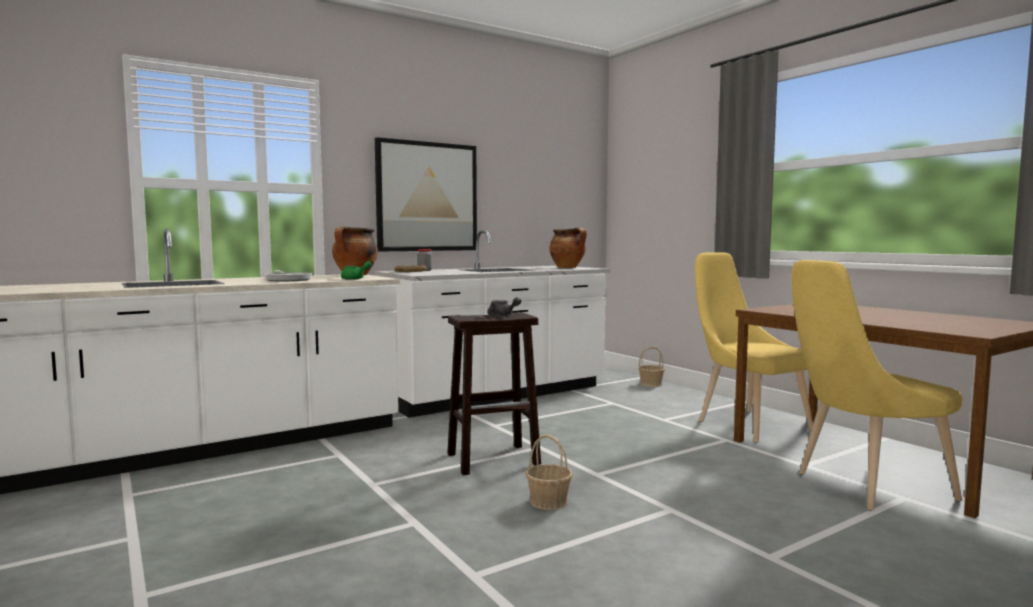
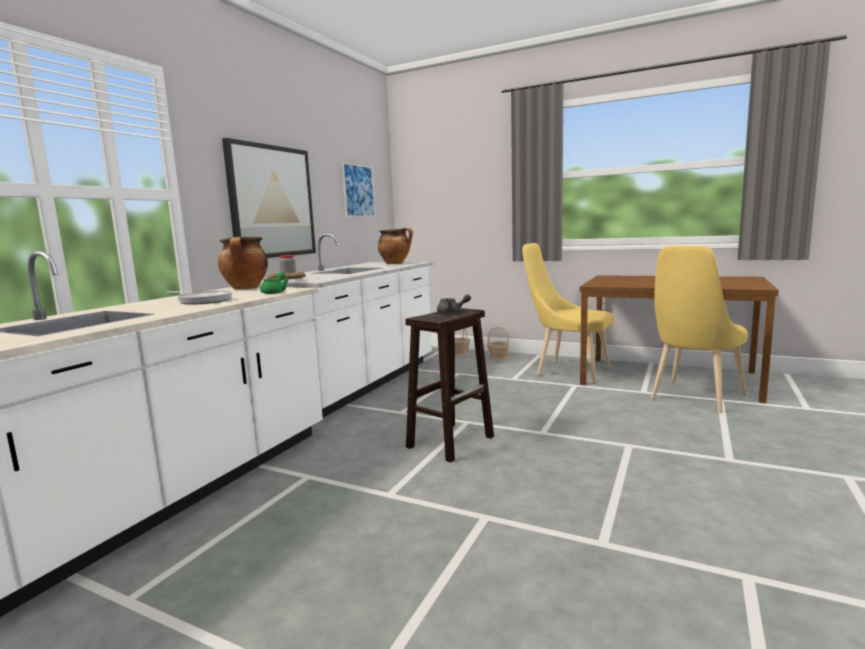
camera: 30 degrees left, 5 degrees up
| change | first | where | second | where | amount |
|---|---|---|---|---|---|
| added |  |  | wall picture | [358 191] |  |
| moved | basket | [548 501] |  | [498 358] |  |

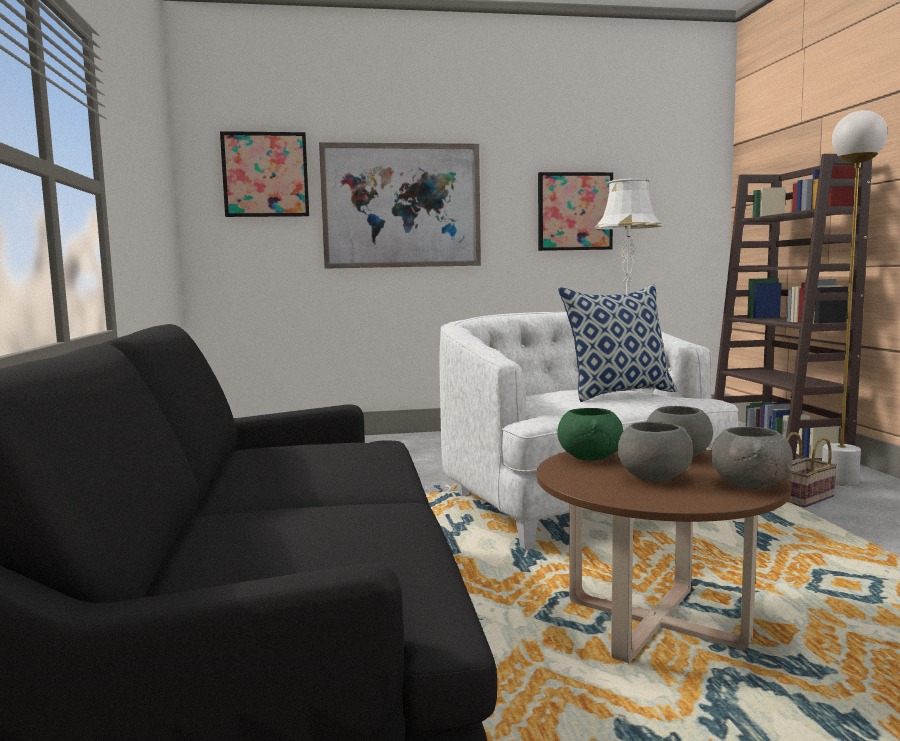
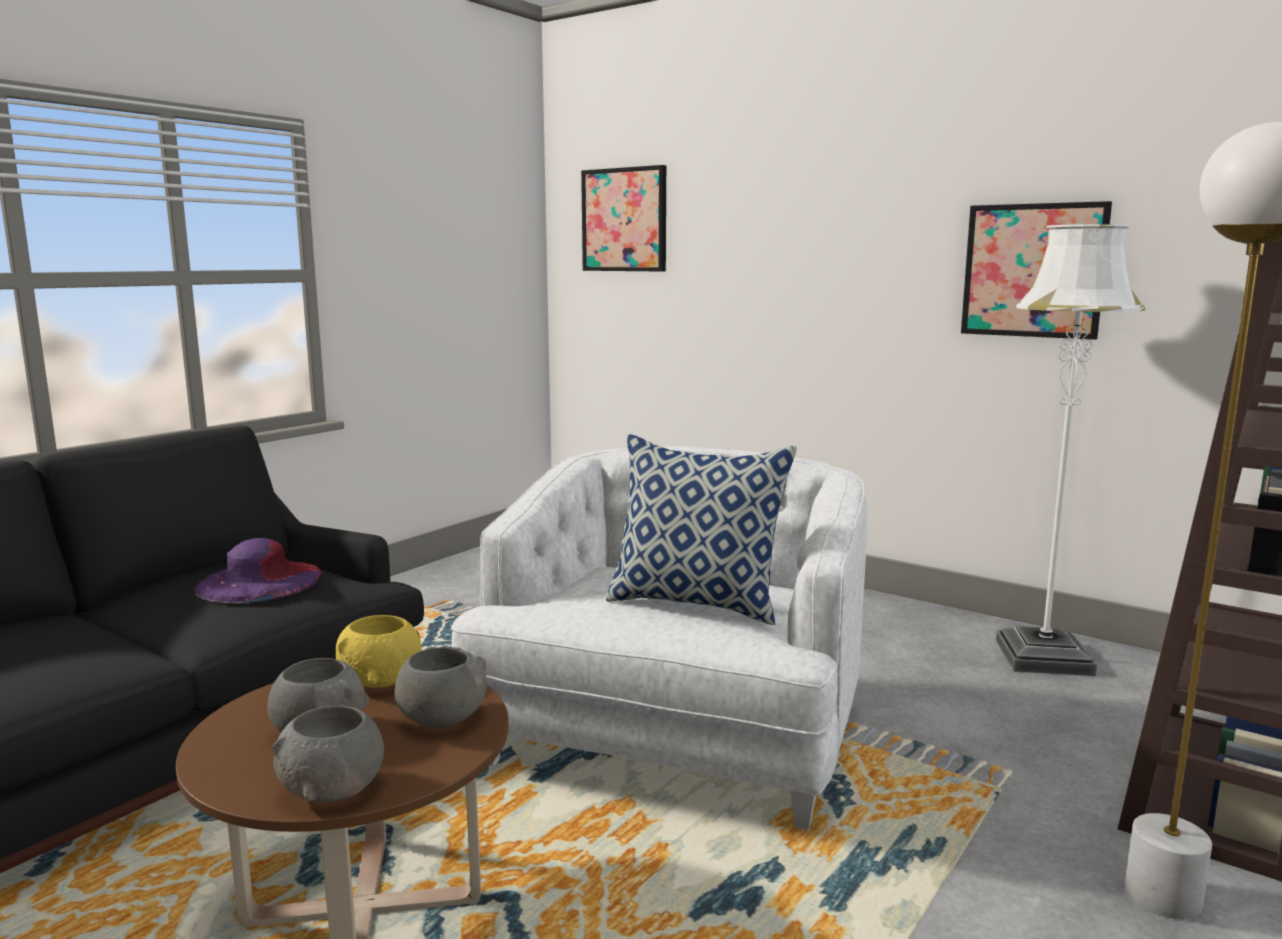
camera: 45 degrees right, 5 degrees up
| change | first | where | second | where | amount |
|---|---|---|---|---|---|
| added |  |  | purplish hat | [259 581] |  |
| recoloured | green-coloured deep dish | [590 457] | yellow deep dish | [381 681] |  |
| removed | wall picture | [402 206] |  |  |  |
| removed | basket | [804 497] |  |  |  |

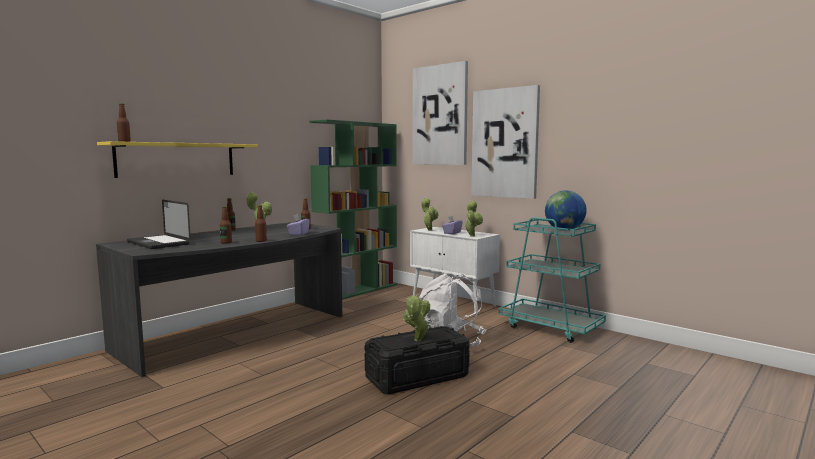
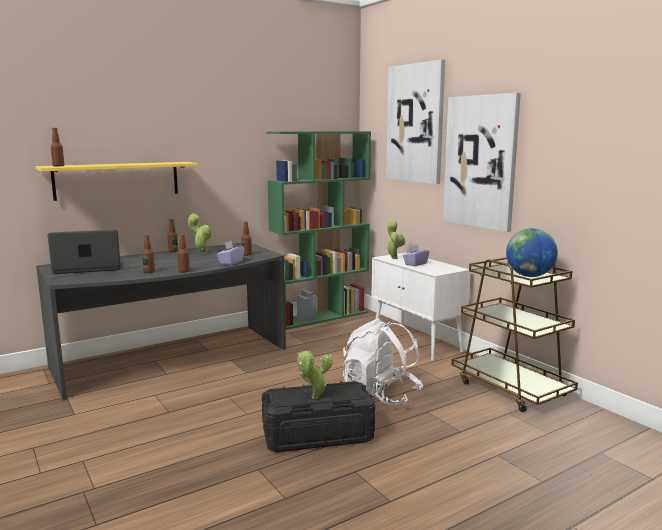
camera: 15 degrees right, 5 degrees up
| change | first | where | second | where | amount |
|---|---|---|---|---|---|
| turned | portable computer | [158 243] |  | [88 268] | 105 degrees clockwise |
| recoloured | turquoise-coloured trolley | [550 328] | brown-coloured trolley | [510 388] |  |
| removed | plant in a pot | [472 236] |  |  |  |

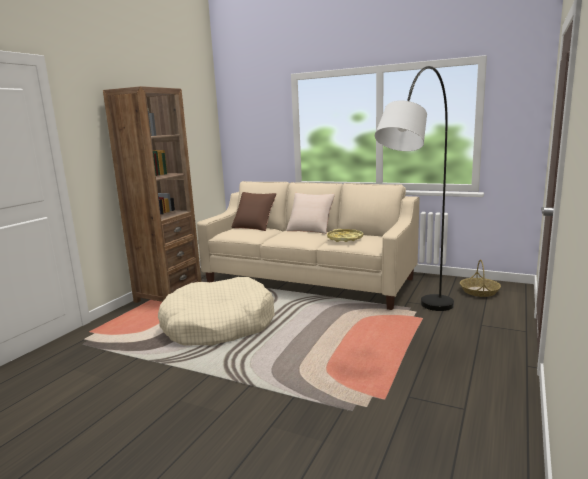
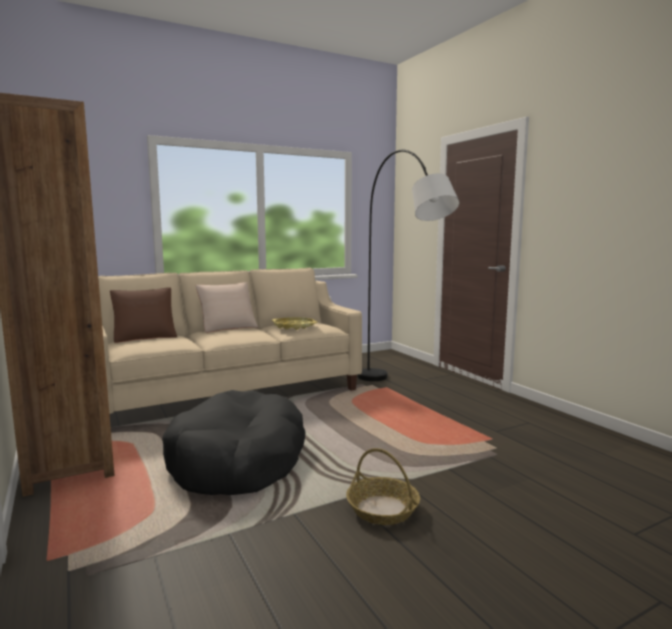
camera: 55 degrees left, 5 degrees down
| change | first | where | second | where | amount |
|---|---|---|---|---|---|
| recoloured | beige-coloured dog bed | [218 325] | black-coloured dog bed | [238 460] |  |
| moved | basket | [479 291] |  | [383 509] |  |

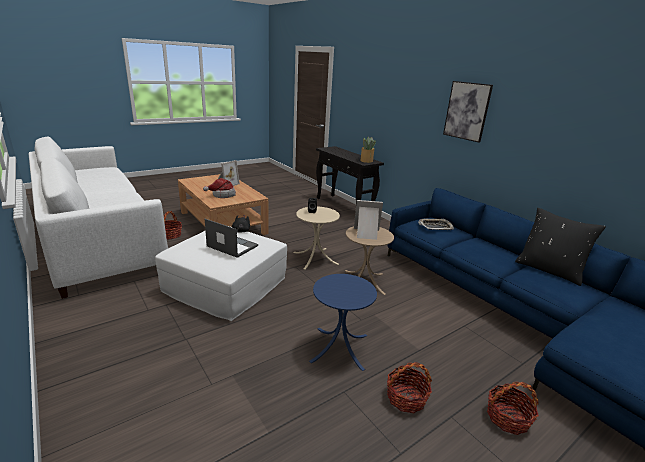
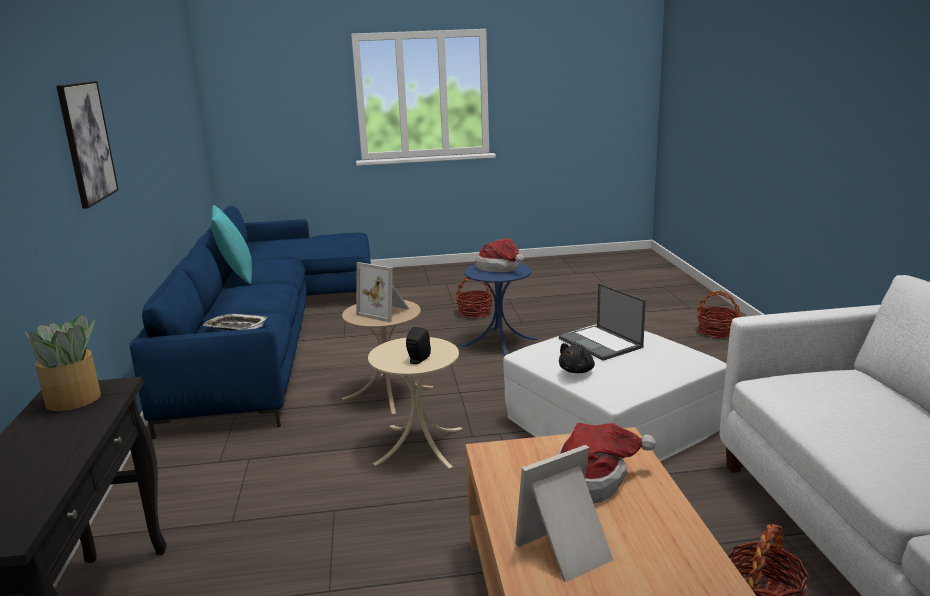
camera: 150 degrees left, 5 degrees down
| change | first | where | second | where | amount |
|---|---|---|---|---|---|
| recoloured | black-coloured pillow | [549 270] | turquoise-coloured pillow | [236 276] |  |
| added |  |  | hat | [501 268] |  |
| moved | basket | [507 418] |  | [717 332] |  |

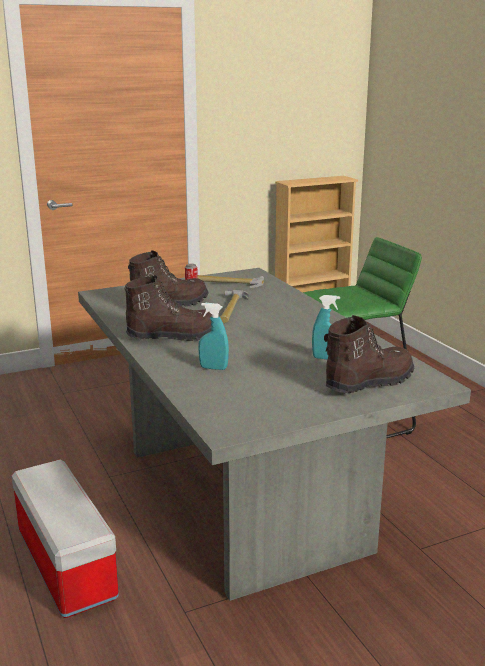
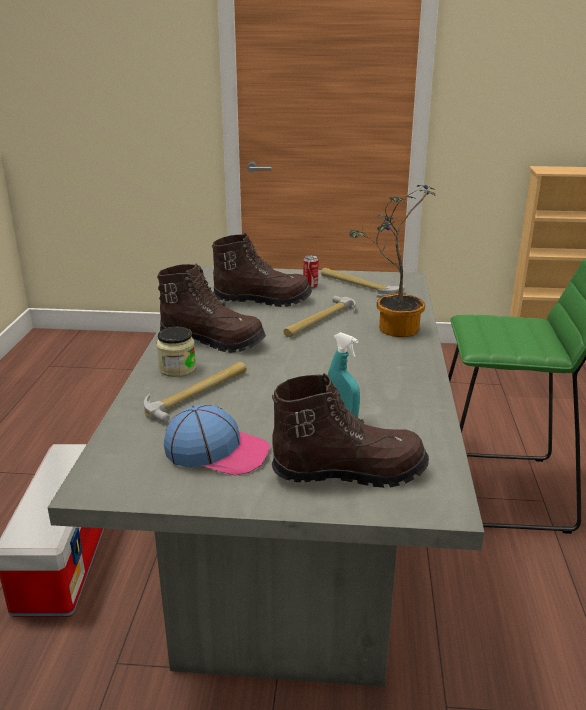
camera: 30 degrees right, 5 degrees up
| change | first | where | second | where | amount |
|---|---|---|---|---|---|
| replaced | turquoise-coloured hand sprayer | [213 368] | tool hammer | [198 394] |  |
| added |  |  | storage jar | [177 369] |  |
| added |  |  | baseball cap | [217 451] |  |
| added |  |  | plant in a pot | [392 328] |  |

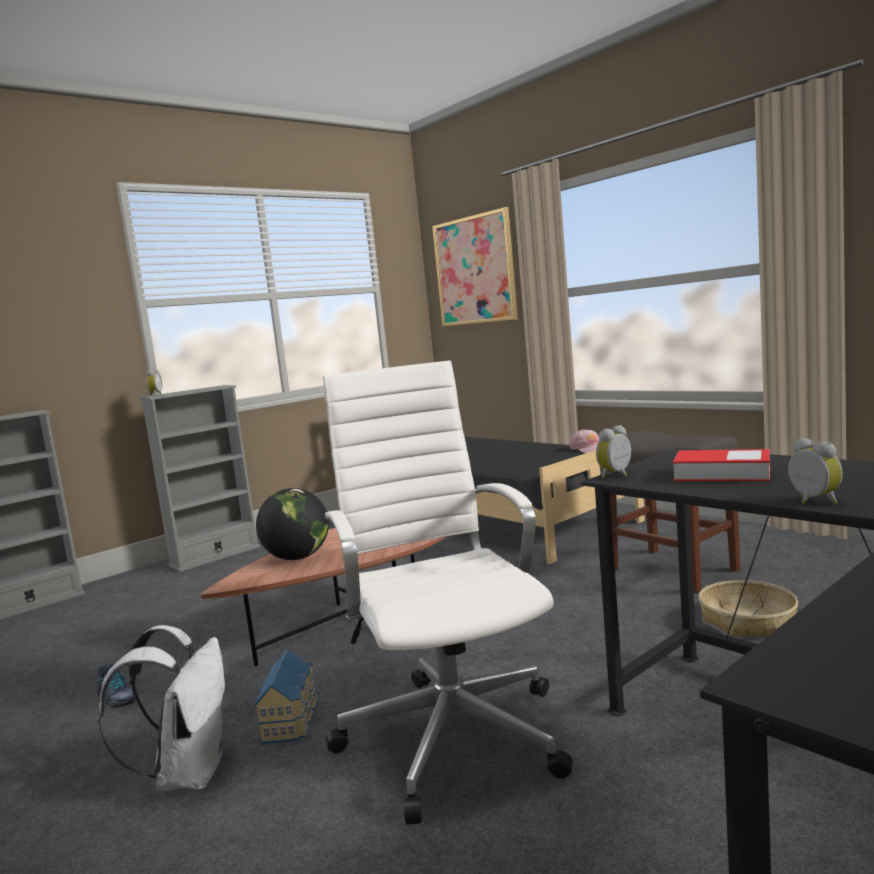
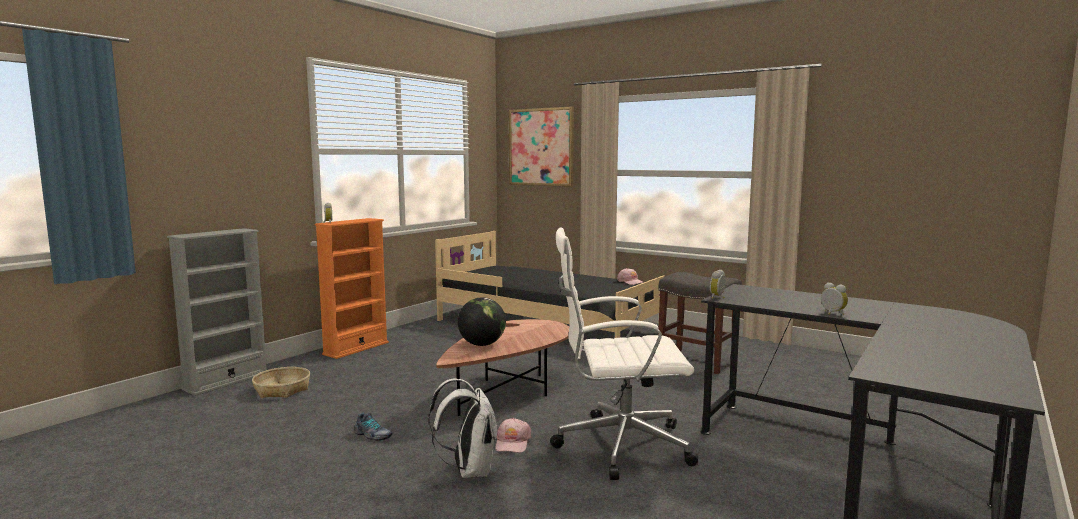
camera: 15 degrees left, 0 degrees up
| change | first | where | second | where | amount |
|---|---|---|---|---|---|
| moved | basket | [747 620] |  | [282 389] |  |
| recoloured | greyish bookshelf | [215 556] | orangey bookshelf | [356 348] |  |
| replaced | miniature house | [292 719] | pinkish baseball cap | [512 442] |  |
| turned | white desk chair | [452 733] |  | [619 445] | 60 degrees counterclockwise |
| removed | bound book | [722 474] |  |  |  |

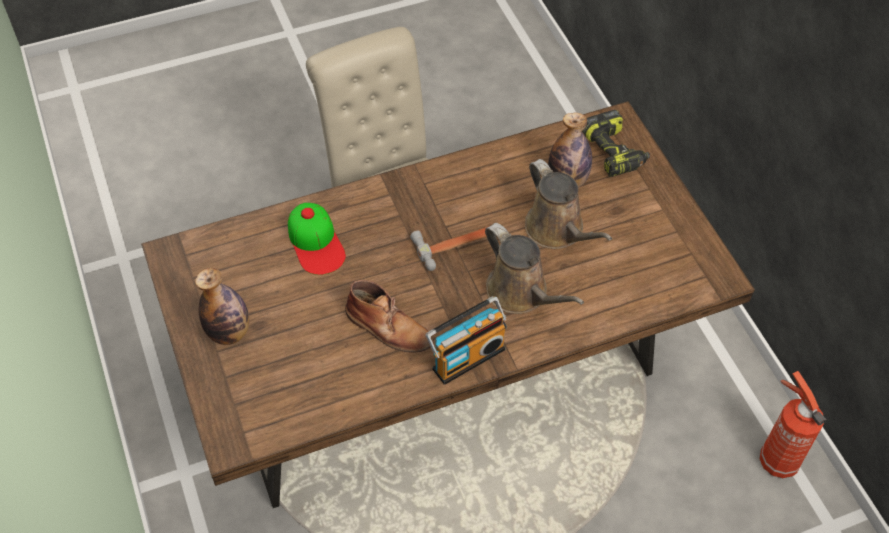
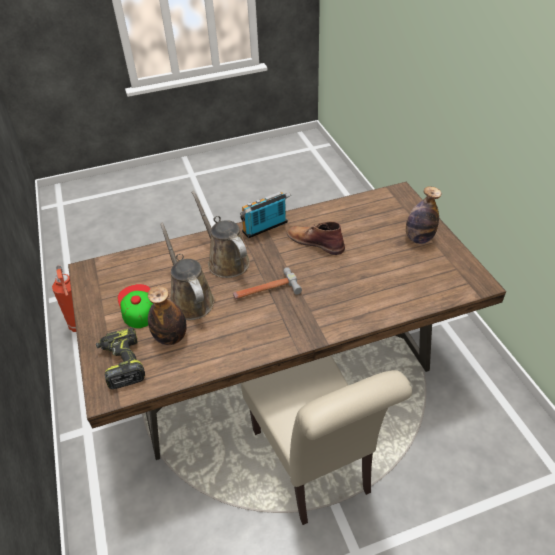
camera: 175 degrees left, 10 degrees down
| change | first | where | second | where | amount |
|---|---|---|---|---|---|
| moved | baseball cap | [316 242] |  | [137 305] |  |

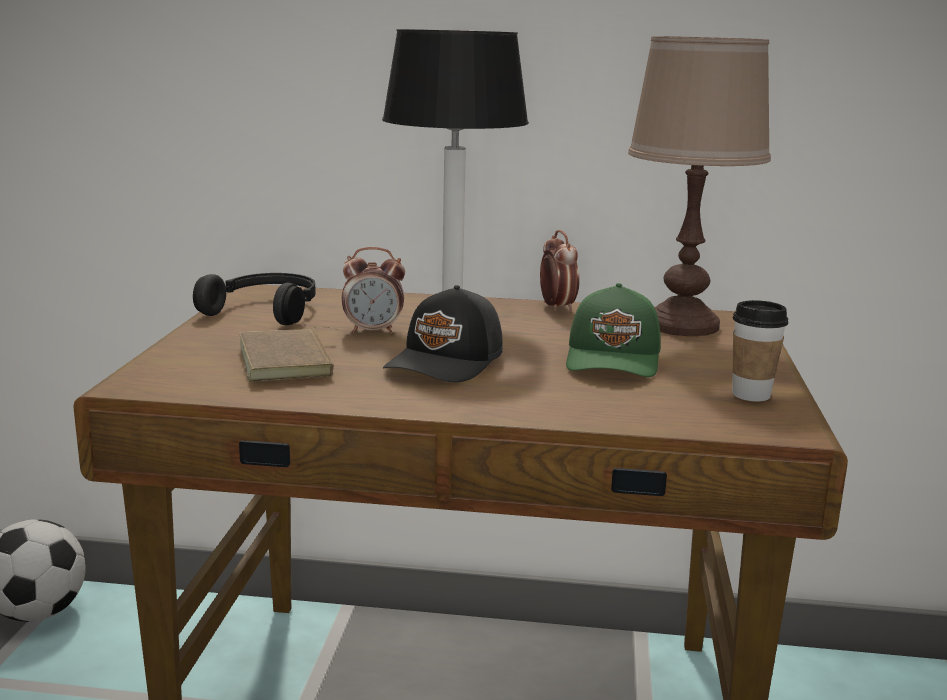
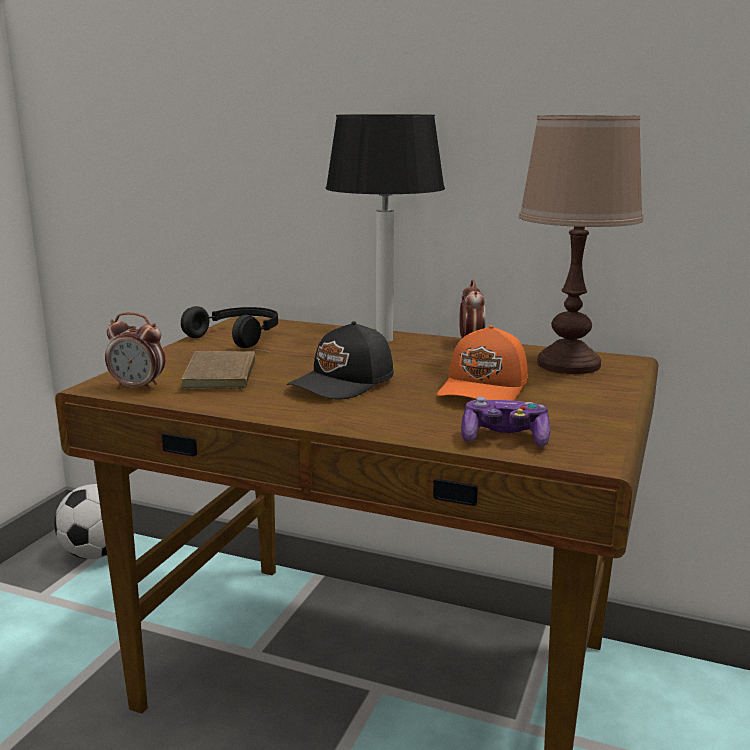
camera: 15 degrees right, 0 degrees up
| change | first | where | second | where | amount |
|---|---|---|---|---|---|
| moved | alarm clock | [373 331] |  | [138 388] |  |
| recoloured | green-coloured baseball cap | [615 359] | orangey baseball cap | [485 389] |  |
| added |  |  | joypad | [504 438] |  |
| removed | cup | [751 395] |  |  |  |

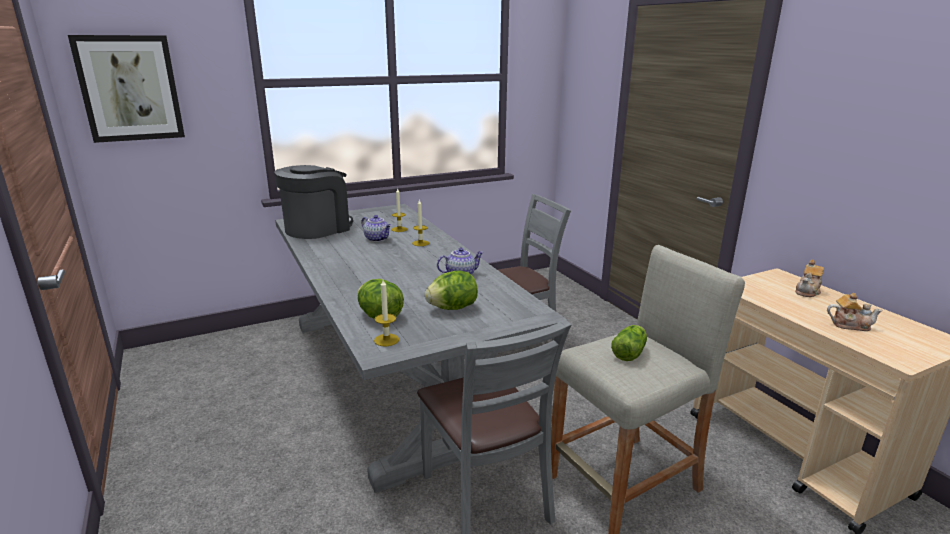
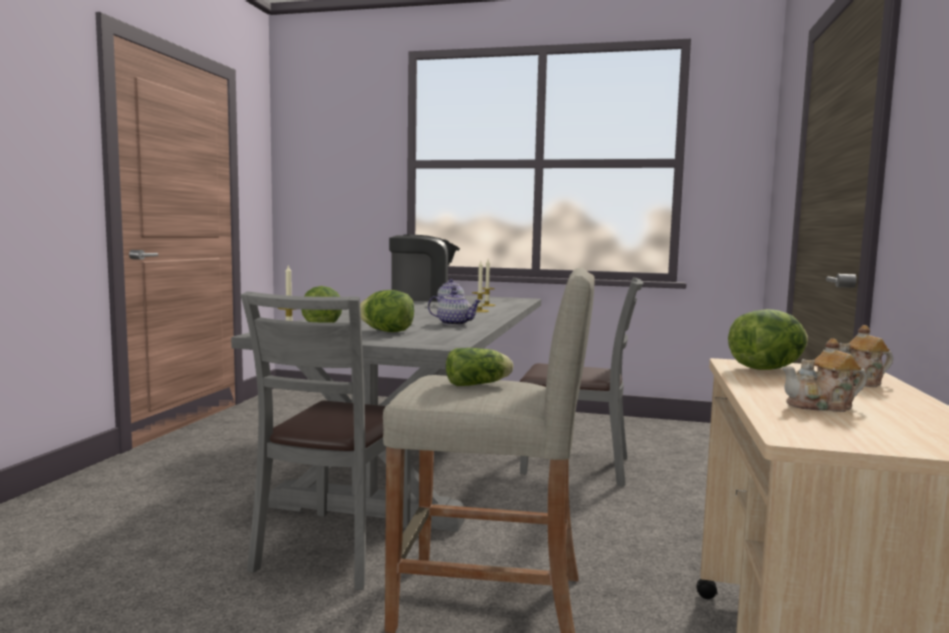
camera: 40 degrees right, 15 degrees down
| change | first | where | second | where | amount |
|---|---|---|---|---|---|
| added |  |  | lettuce | [766 369] |  |
| turned | pot for tea | [849 325] |  | [822 406] | 120 degrees clockwise |
| removed | wall picture | [130 88] |  |  |  |

